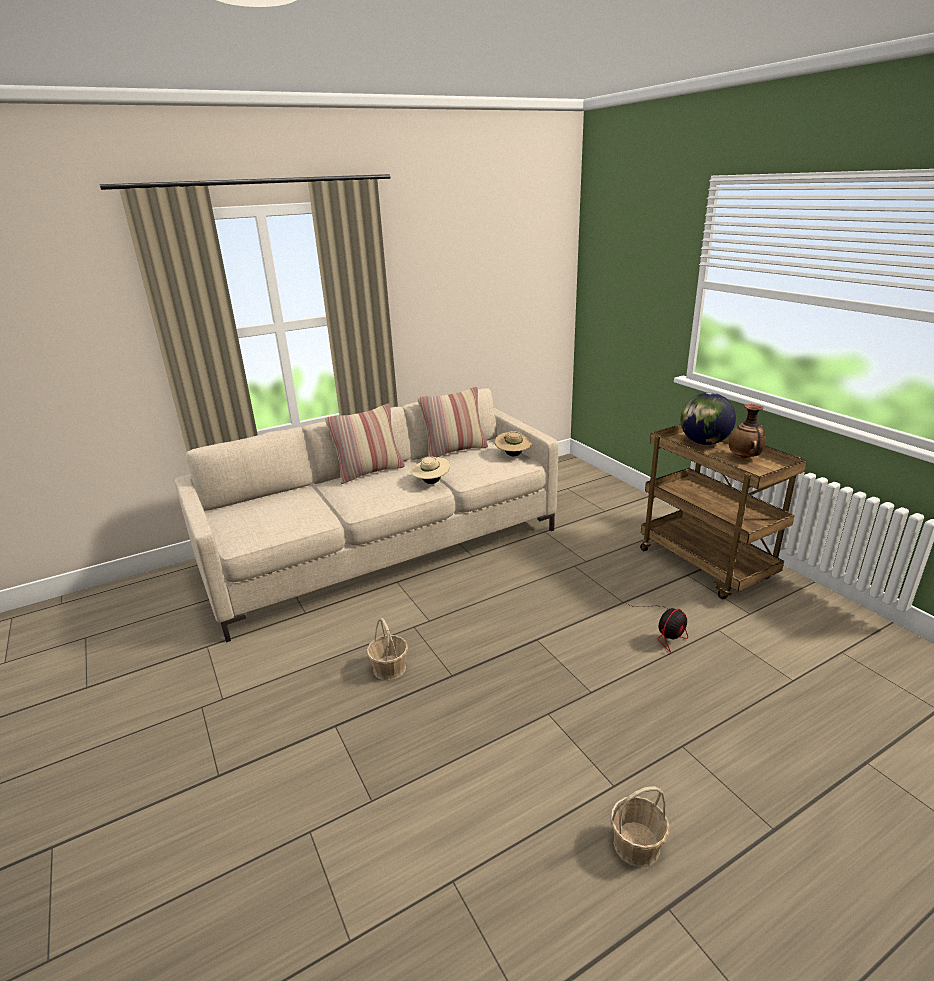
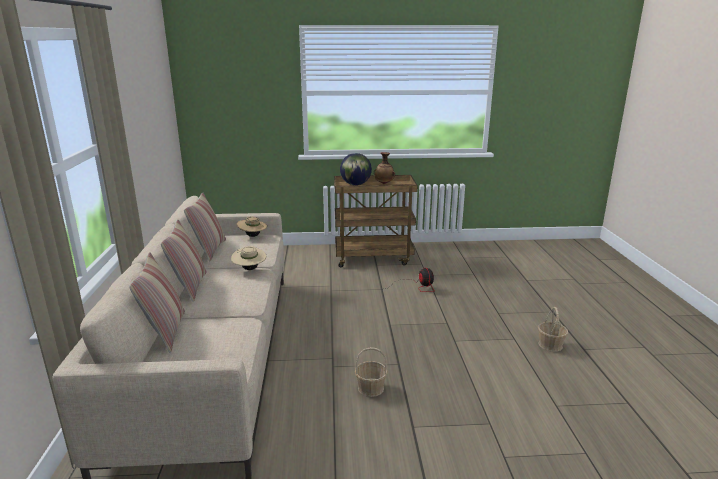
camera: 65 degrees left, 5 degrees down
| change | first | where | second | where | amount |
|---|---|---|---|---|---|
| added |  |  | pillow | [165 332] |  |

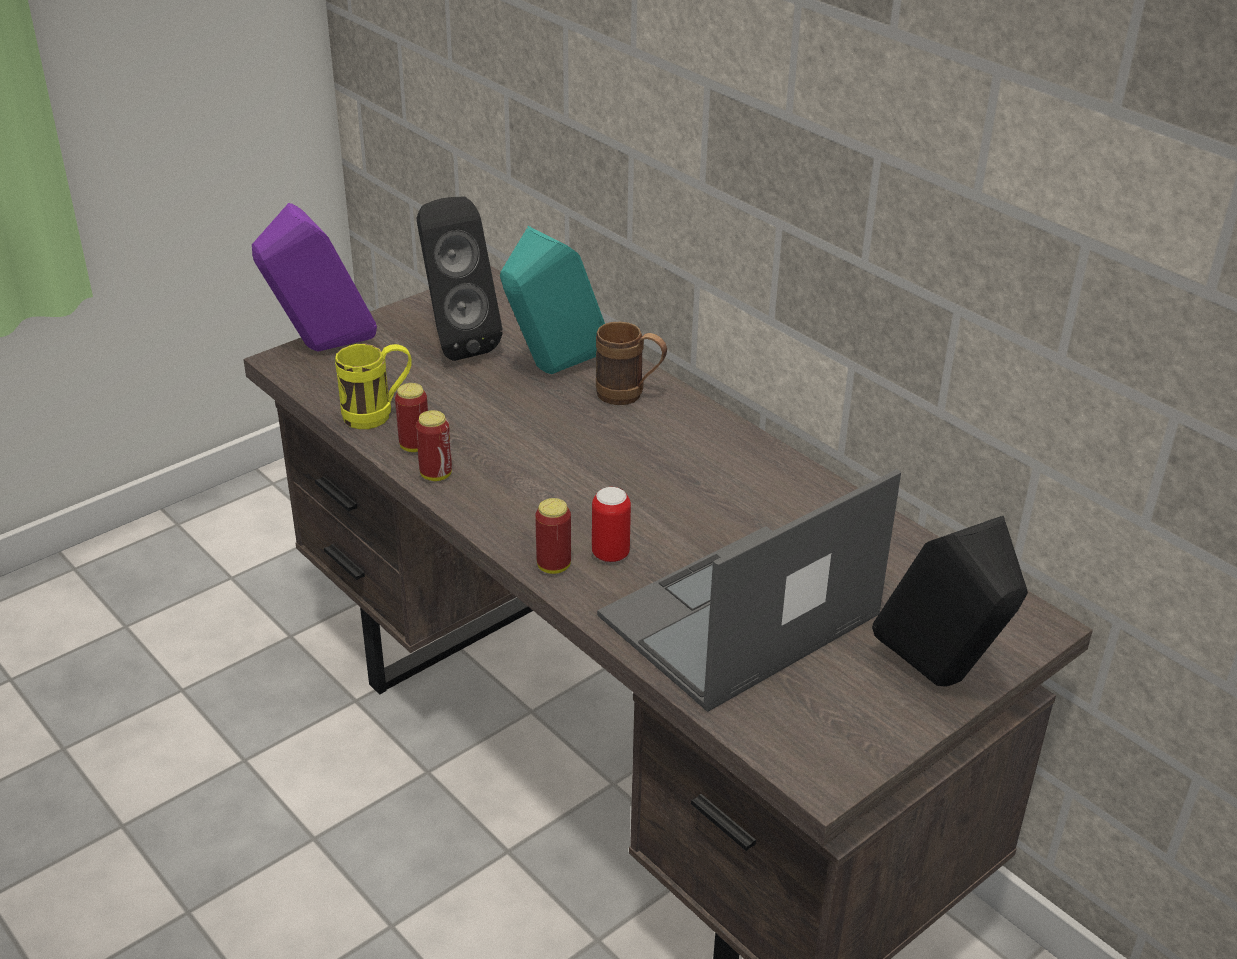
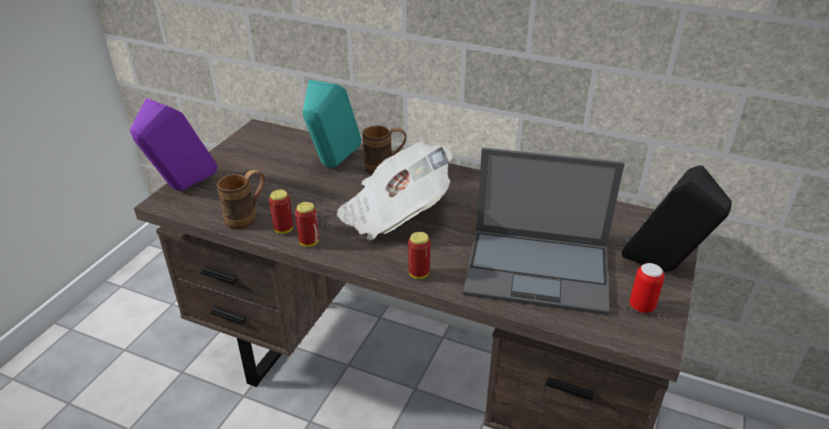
camera: 25 degrees left, 0 degrees up
| change | first | where | second | where | amount |
|---|---|---|---|---|---|
| recoloured | yellow mug | [378 415] | brown-coloured mug | [247 218] |  |
| added |  |  | newspaper | [394 214] |  |
| turned | portable computer | [737 618] |  | [539 270] | 105 degrees counterclockwise |
| moved | metal can | [610 554] |  | [641 306] |  |
| removed | black-coloured loudspeaker | [454 342] |  |  |  |

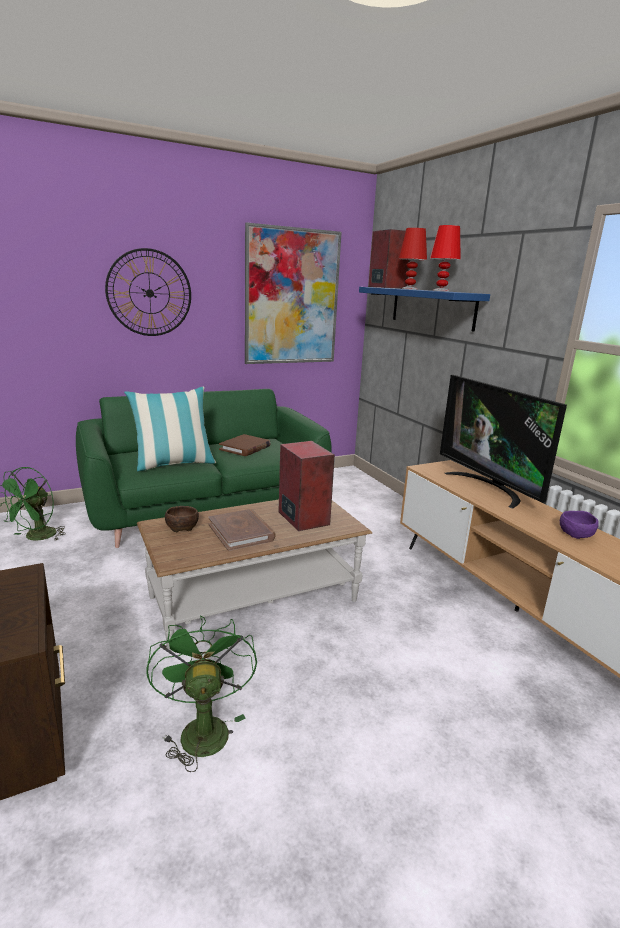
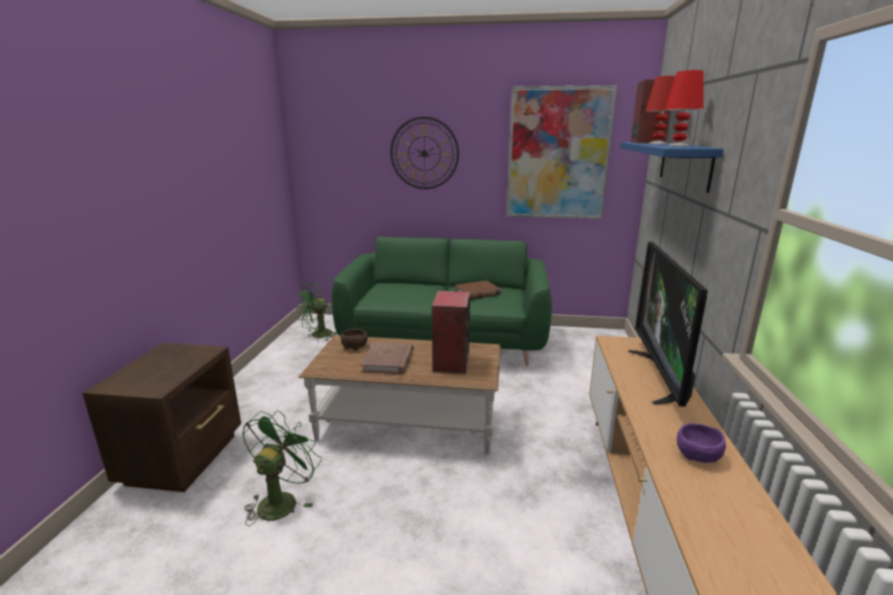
camera: 35 degrees right, 0 degrees up
| change | first | where | second | where | amount |
|---|---|---|---|---|---|
| removed | pillow | [174 464] |  |  |  |

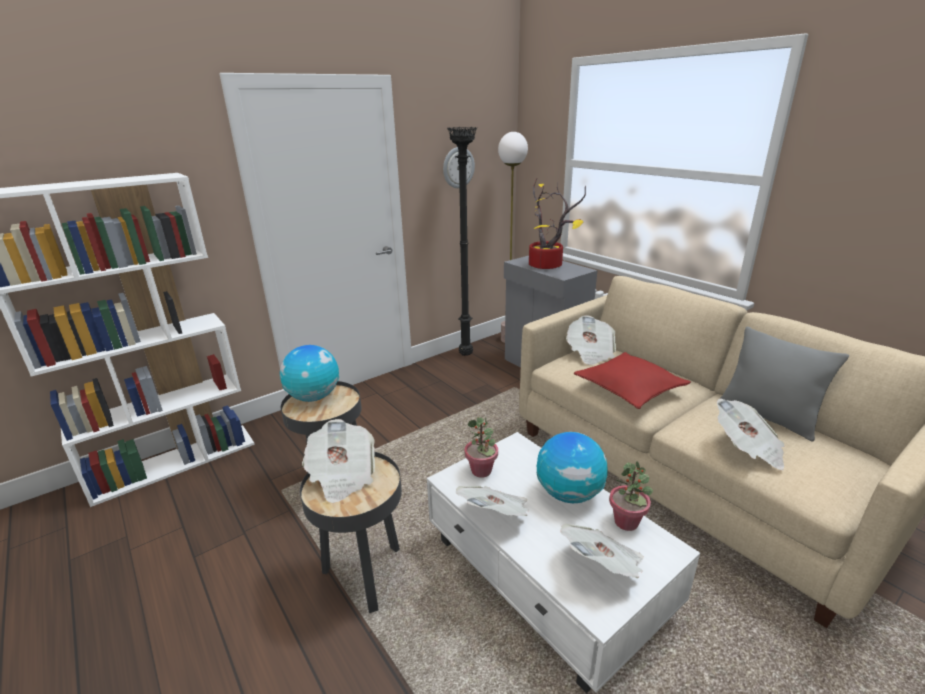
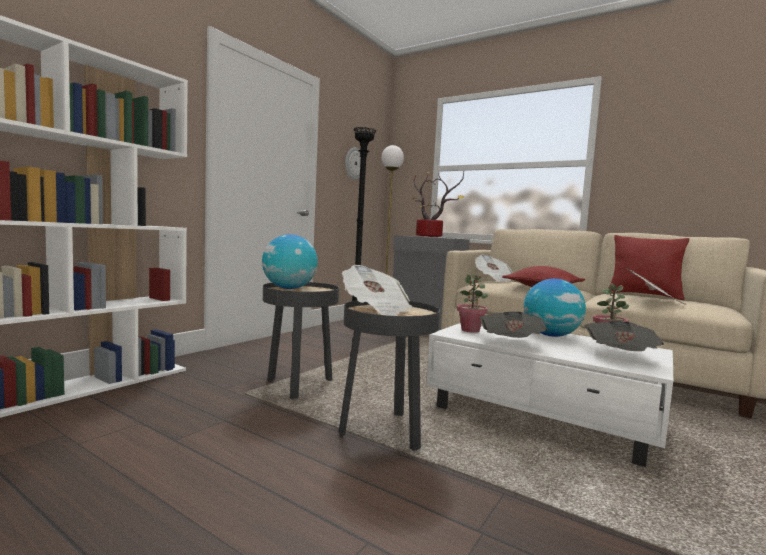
camera: 20 degrees left, 20 degrees down
| change | first | where | second | where | amount |
|---|---|---|---|---|---|
| recoloured | greyish pillow | [767 417] | reddish pillow | [644 295] |  |

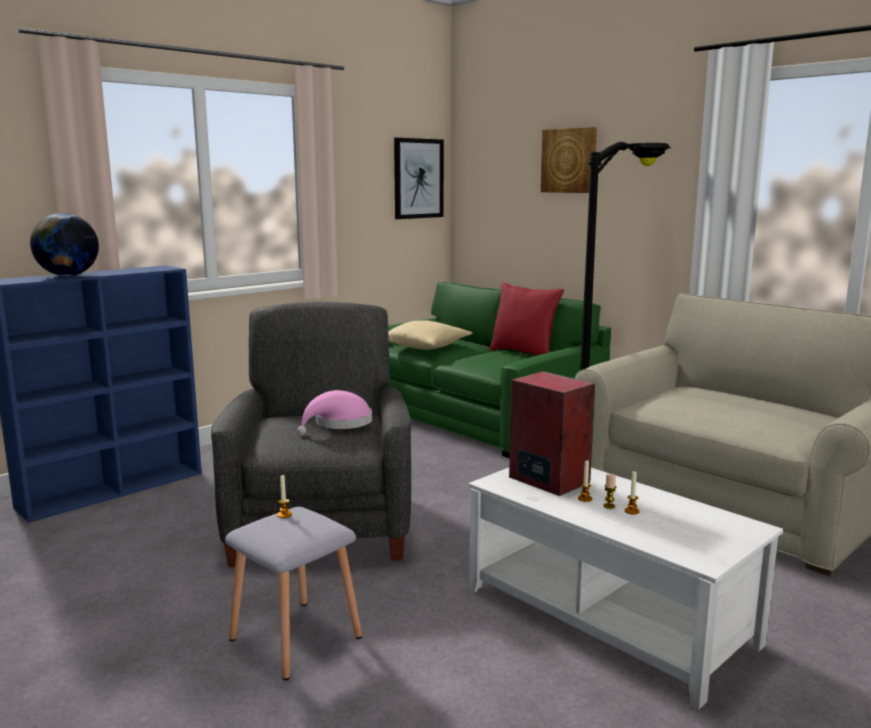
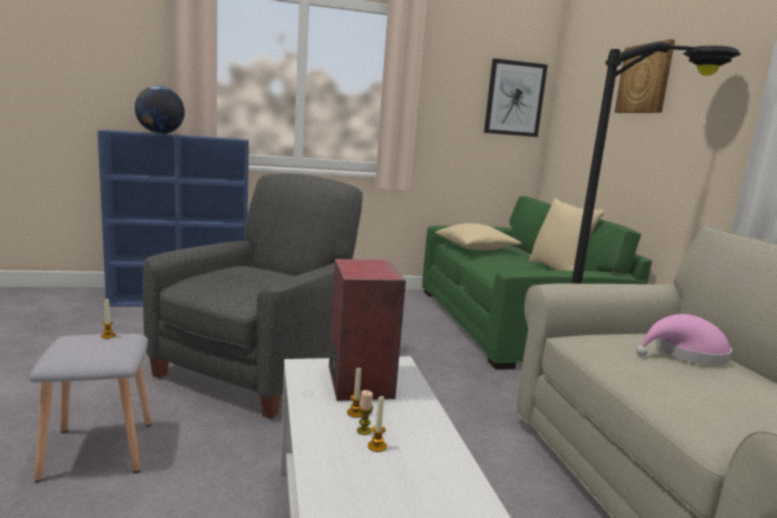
camera: 30 degrees right, 0 degrees up
| change | first | where | second | where | amount |
|---|---|---|---|---|---|
| recoloured | reddish pillow | [524 353] | beige-coloured pillow | [558 270] |  |
| moved | pinkish hat | [339 424] |  | [685 354] |  |

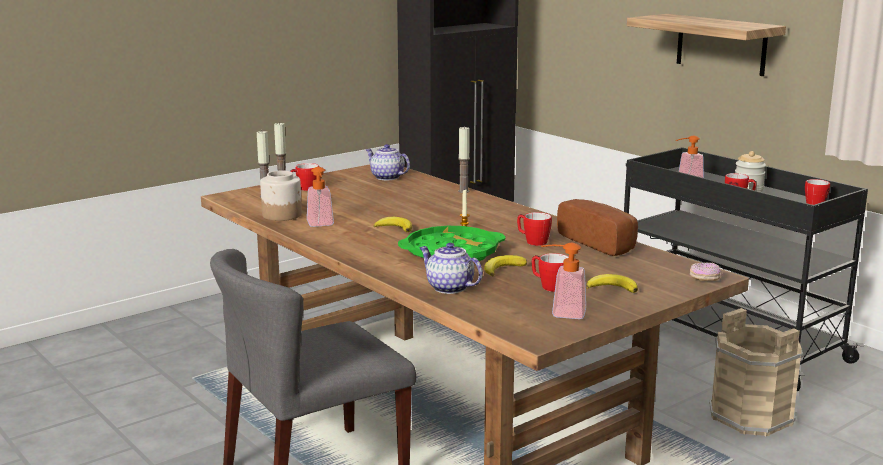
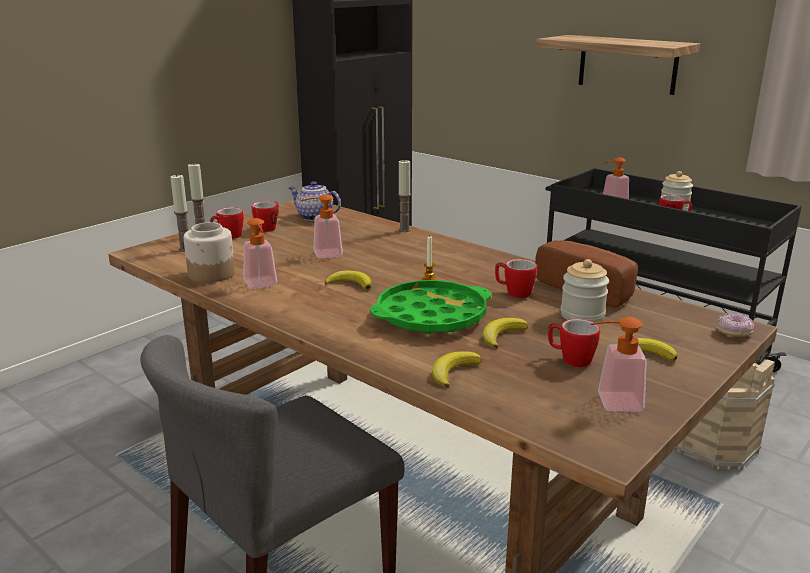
camera: 10 degrees left, 5 degrees up
| change | first | where | second | where | amount |
|---|---|---|---|---|---|
| moved | mug | [816 204] |  | [269 228] |  |
| added |  |  | soap dispenser | [322 254] |  |
| replaced | pot for tea | [448 288] | banana | [453 372] |  |
| added |  |  | storage jar | [582 315] |  |

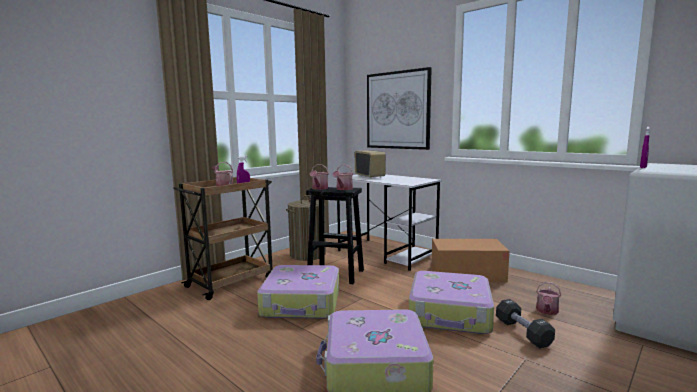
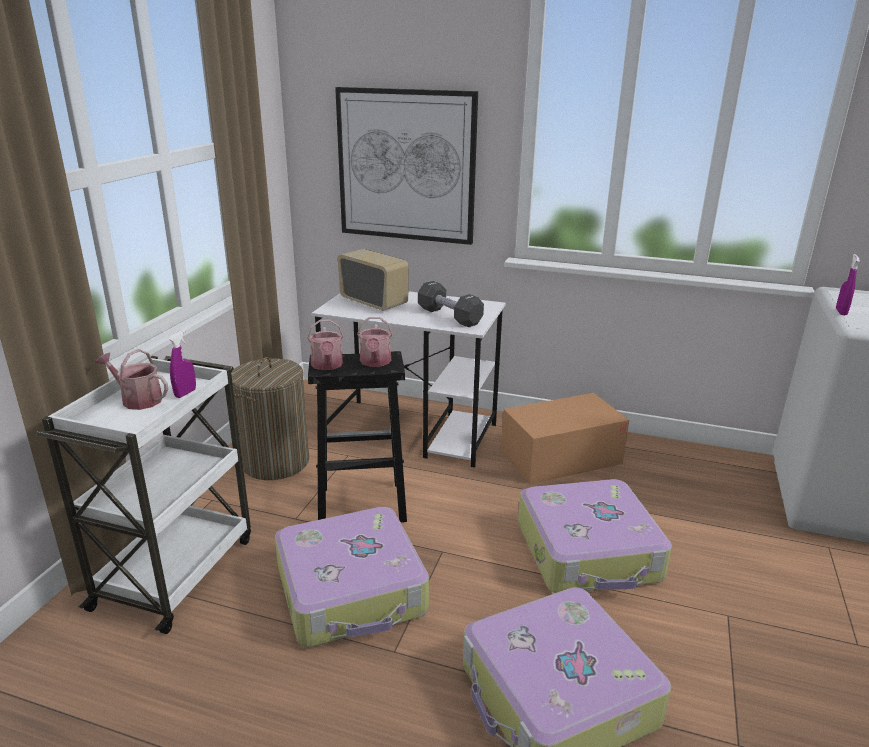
camera: 25 degrees left, 15 degrees up
| change | first | where | second | where | amount |
|---|---|---|---|---|---|
| recoloured | brown-coloured trolley | [231 282] | white trolley | [176 570] |  |
| moved | black-coloured hand weight | [522 332] |  | [449 316] |  |
| removed | watering pot | [547 311] |  |  |  |

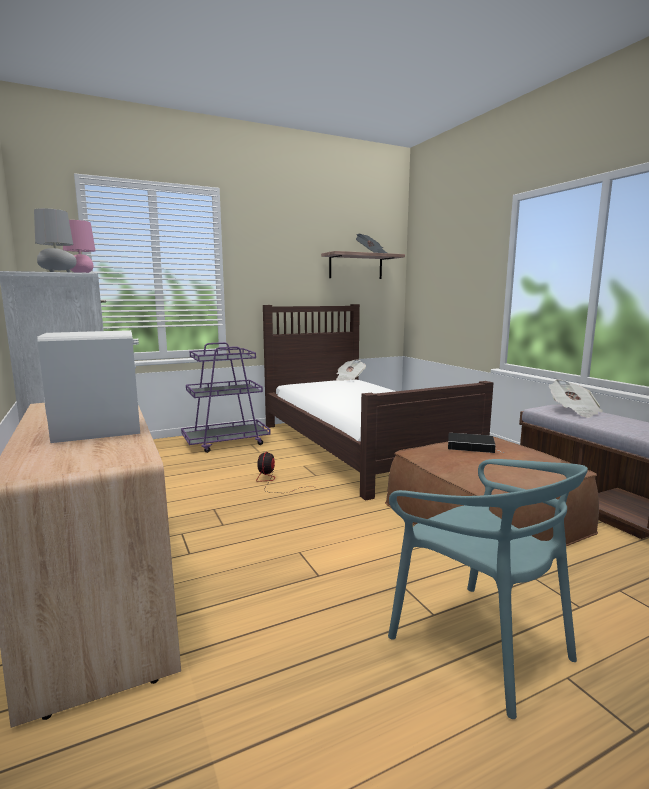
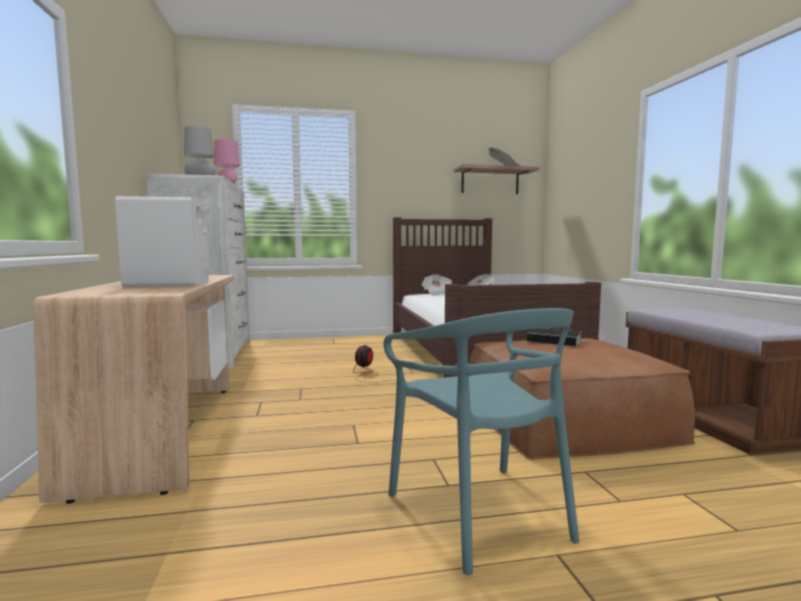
camera: 15 degrees right, 5 degrees down
| change | first | where | second | where | amount |
|---|---|---|---|---|---|
| moved | newspaper | [573 411] |  | [436 293] |  |
| removed | purplish trolley | [226 442] |  |  |  |

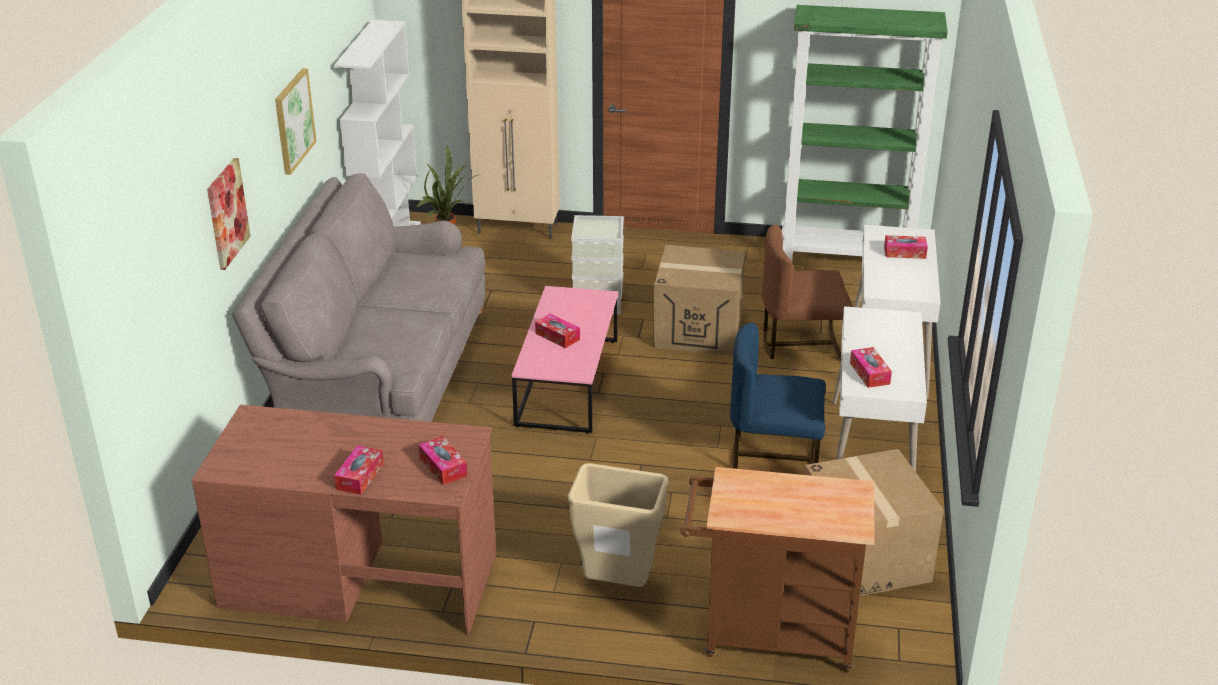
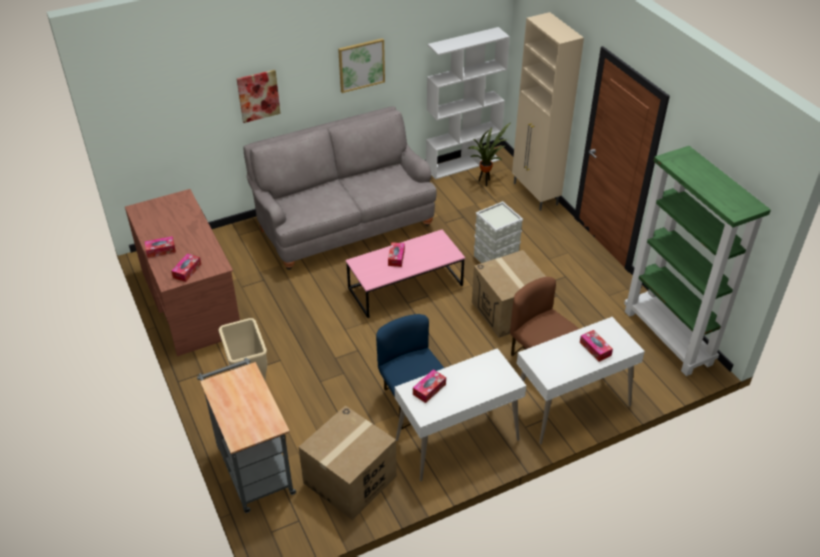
camera: 55 degrees right, 10 degrees up
| change | first | where | second | where | amount |
|---|---|---|---|---|---|
| recoloured | brown-coloured trolley | [768 635] | greyish trolley | [253 466] |  |

